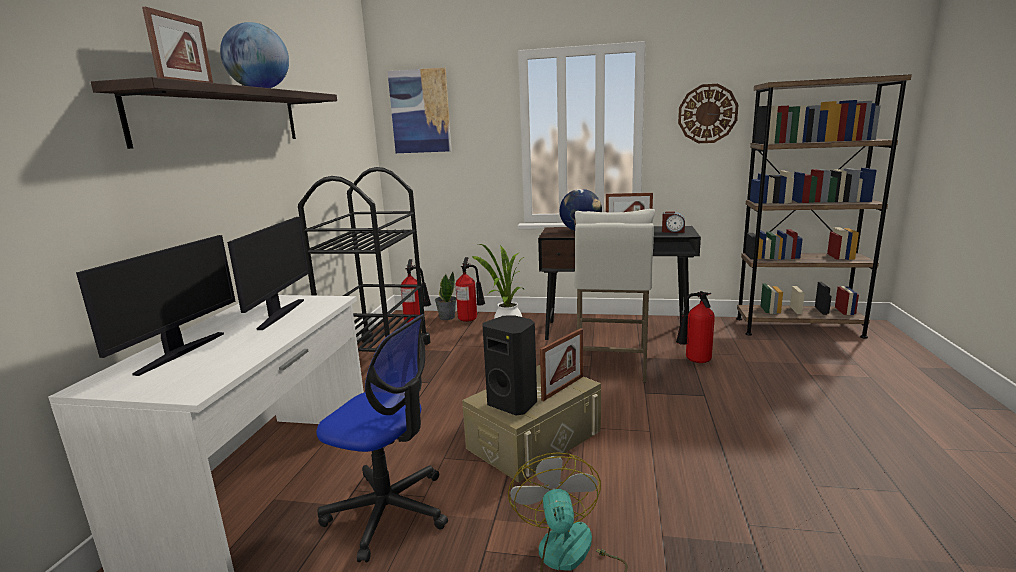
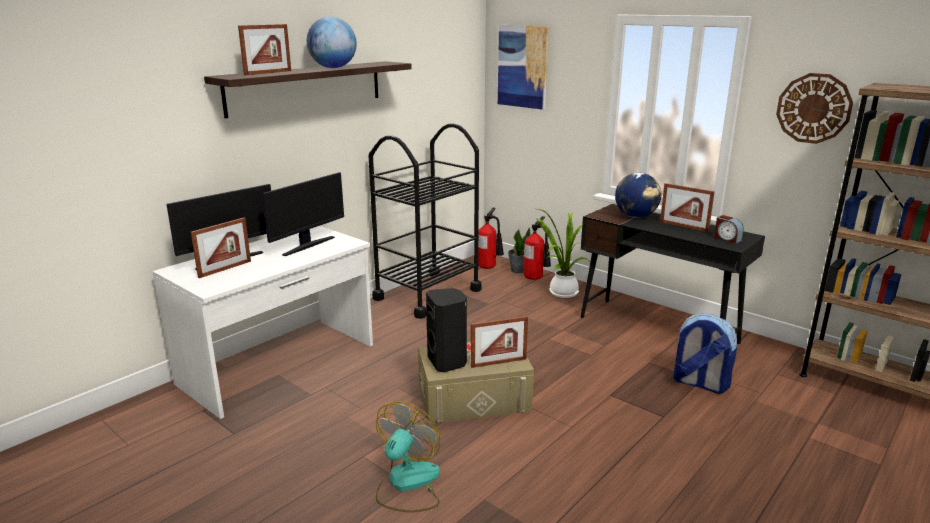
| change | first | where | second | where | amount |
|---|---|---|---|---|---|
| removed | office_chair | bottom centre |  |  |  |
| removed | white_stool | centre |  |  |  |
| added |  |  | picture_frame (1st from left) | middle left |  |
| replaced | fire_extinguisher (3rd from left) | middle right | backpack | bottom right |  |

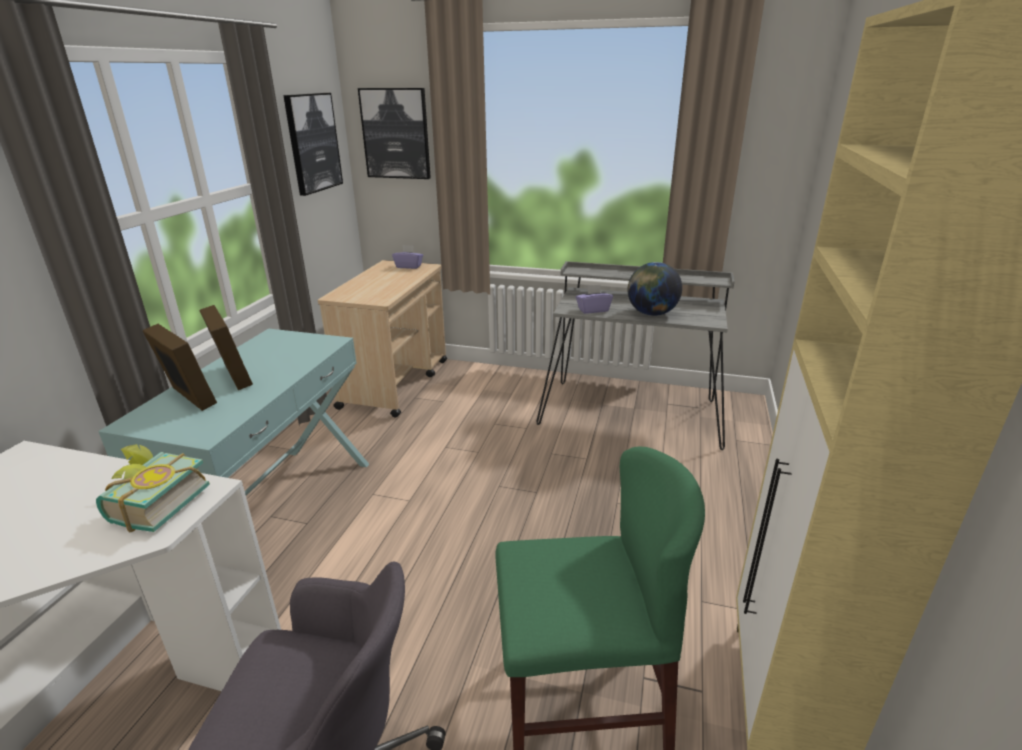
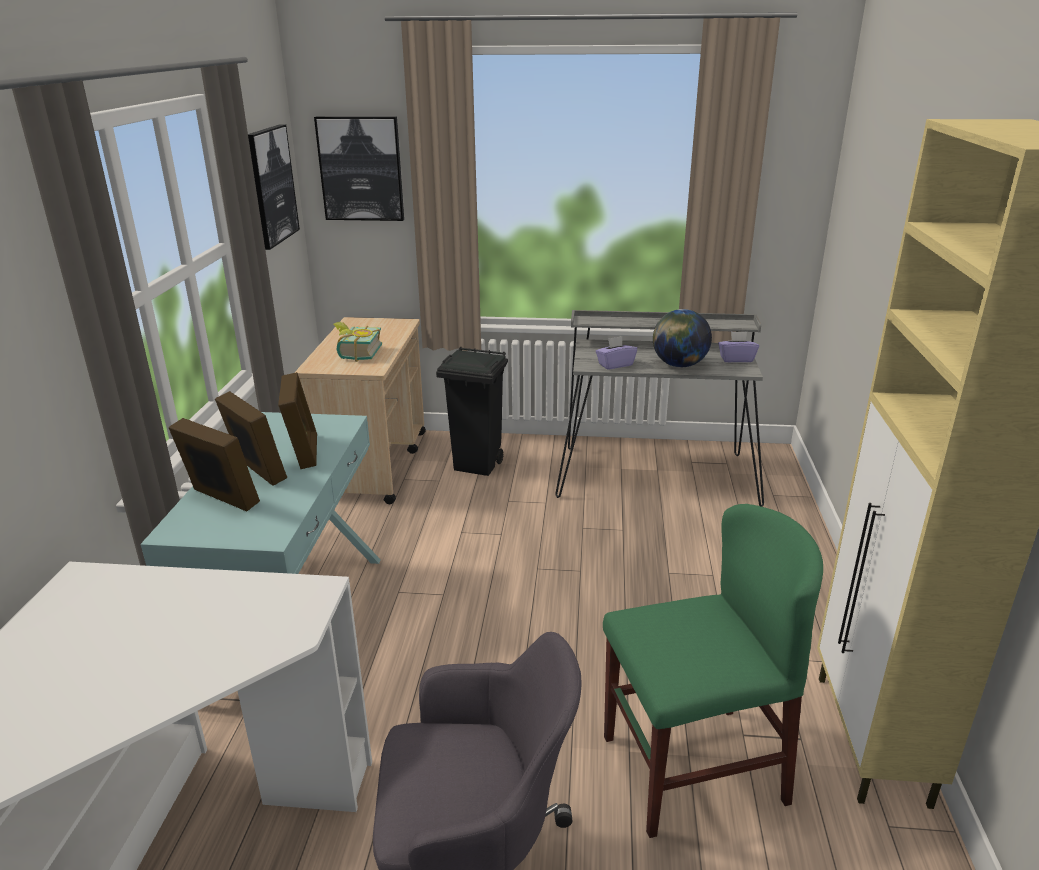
| change | first | where | second | where | amount |
|---|---|---|---|---|---|
| added |  |  | picture_frame (3rd from left) | middle left |  |
| added |  |  | black_trash_can | centre |  |
| moved | book | middle left |  | centre |  |
| moved | purple_tissue_box (1st from left in the first image) | centre | purple_tissue_box (2nd from left) | middle right |  |

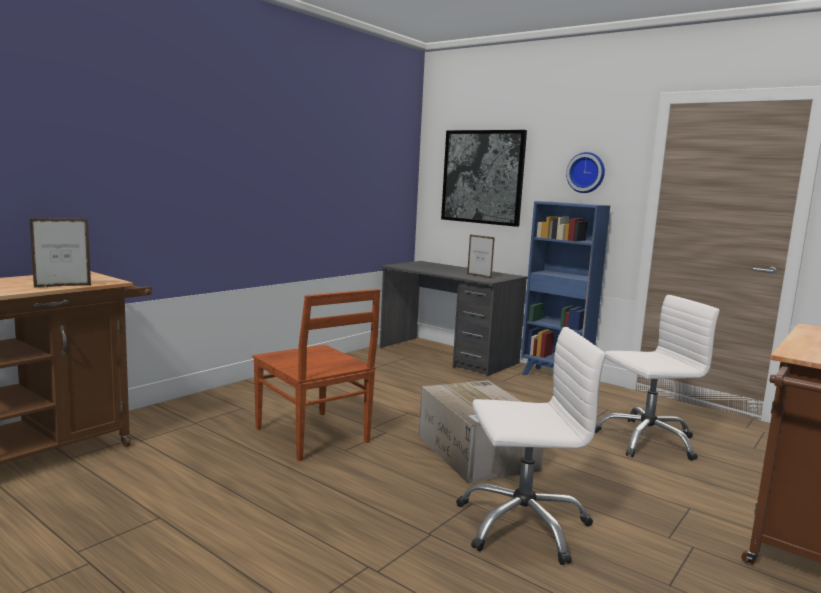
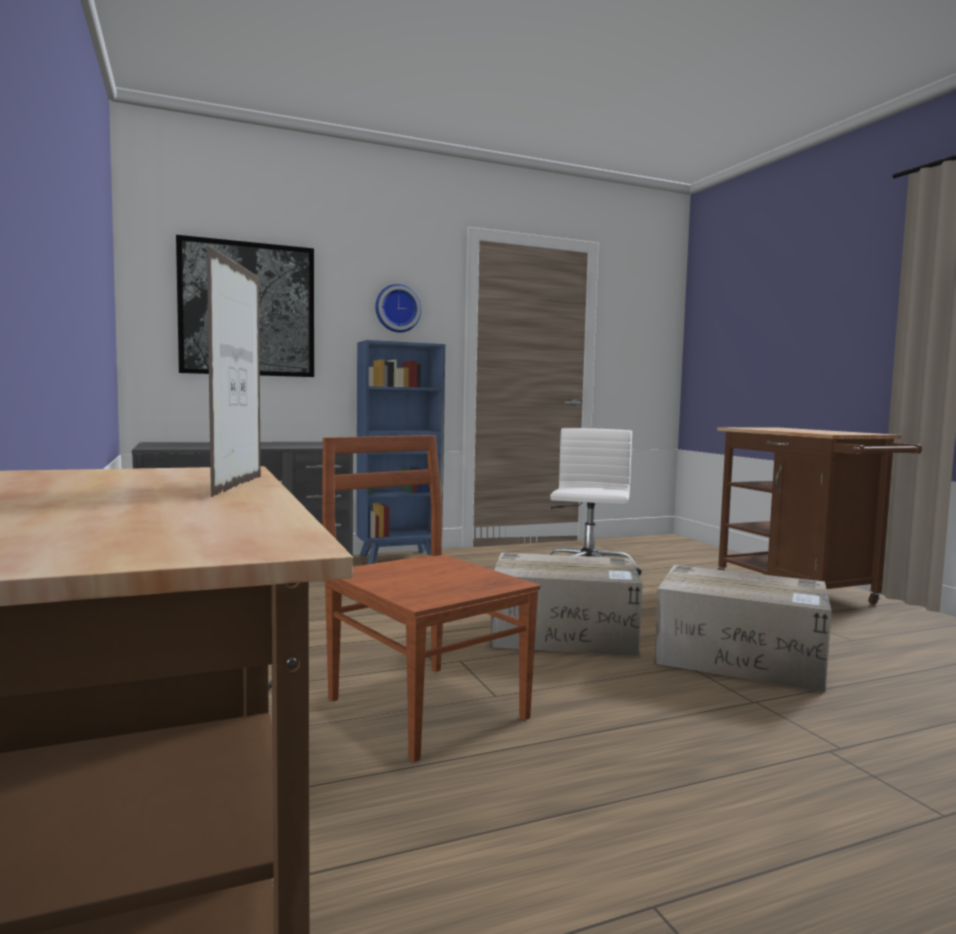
| change | first | where | second | where | amount |
|---|---|---|---|---|---|
| removed | picture_frame (2nd from left) | centre |  |  |  |
| replaced | white_office_chair (1st from left) | bottom centre | cardboard_box (2nd from left) | bottom right |  |
| turned | brown_chair | centre |  | centre | 120 degrees counterclockwise |

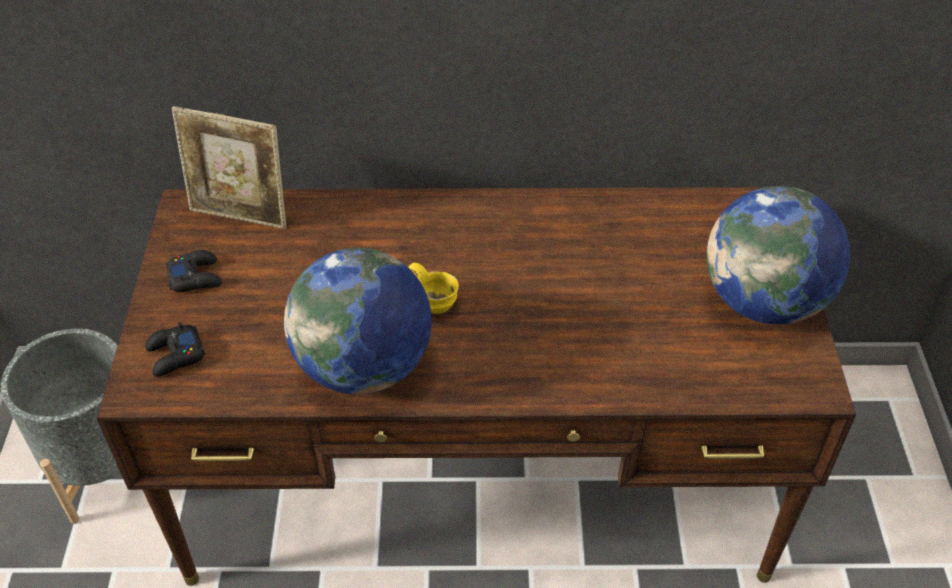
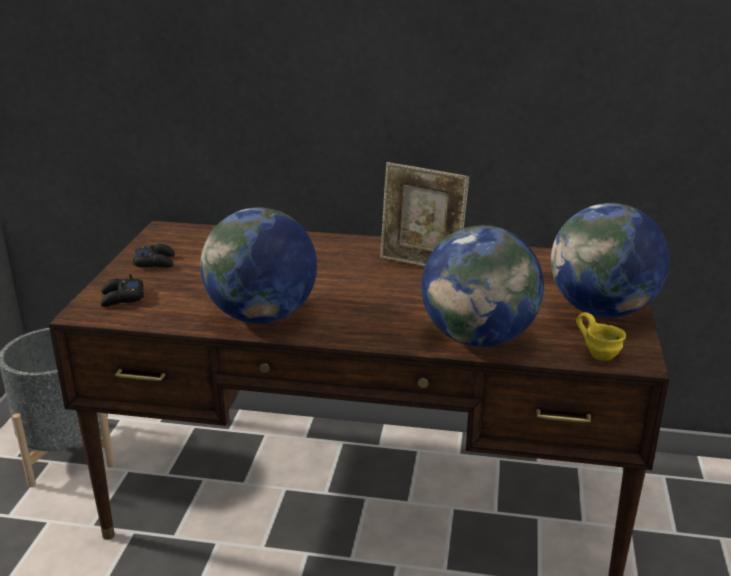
| change | first | where | second | where | amount |
|---|---|---|---|---|---|
| added |  |  | globe (2nd from left) | centre |  |
| moved | picture_frame | top left |  | centre |  |
| moved | yellow_mug | centre |  | middle right |  |

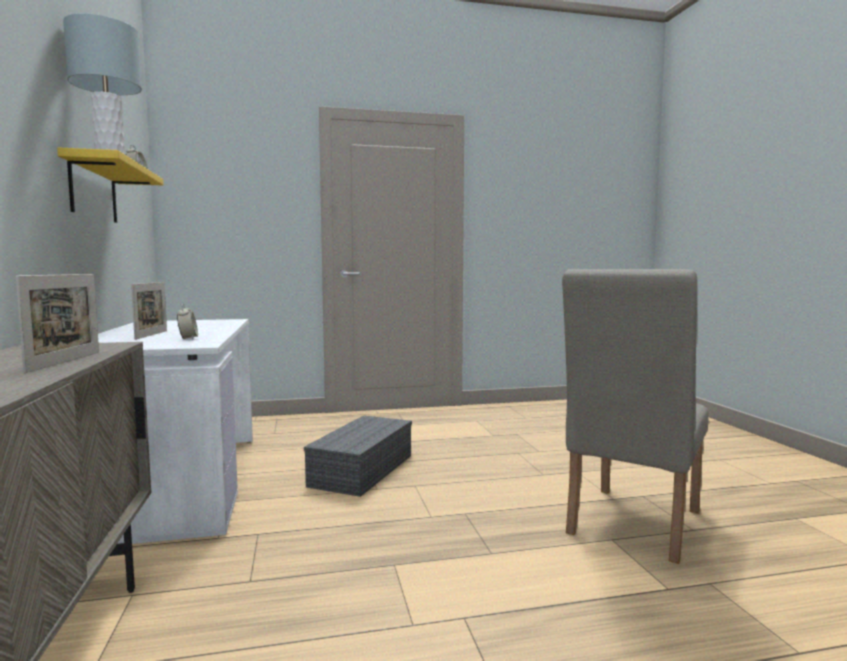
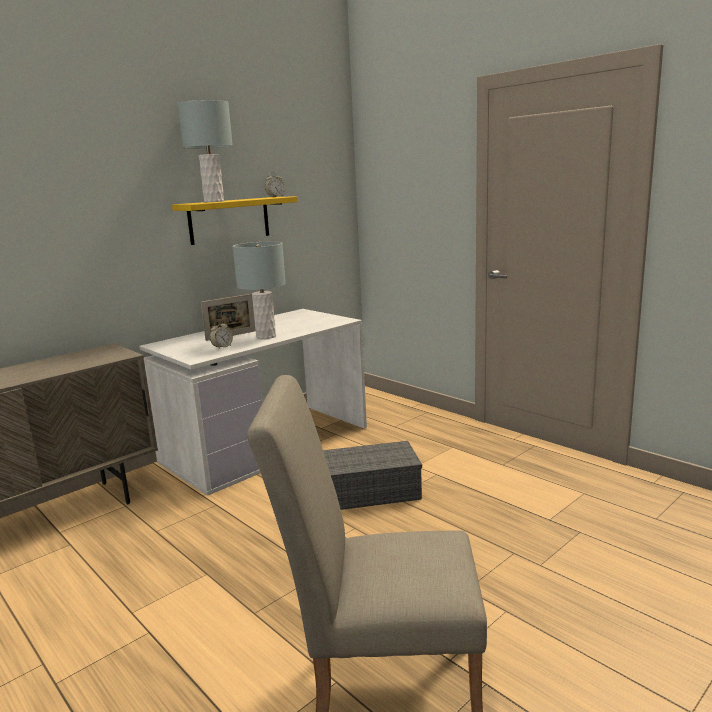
| change | first | where | second | where | amount |
|---|---|---|---|---|---|
| removed | picture_frame (1st from left) | middle left |  |  |  |
| added |  |  | grey_table_lamp (2nd from left) | centre |  |

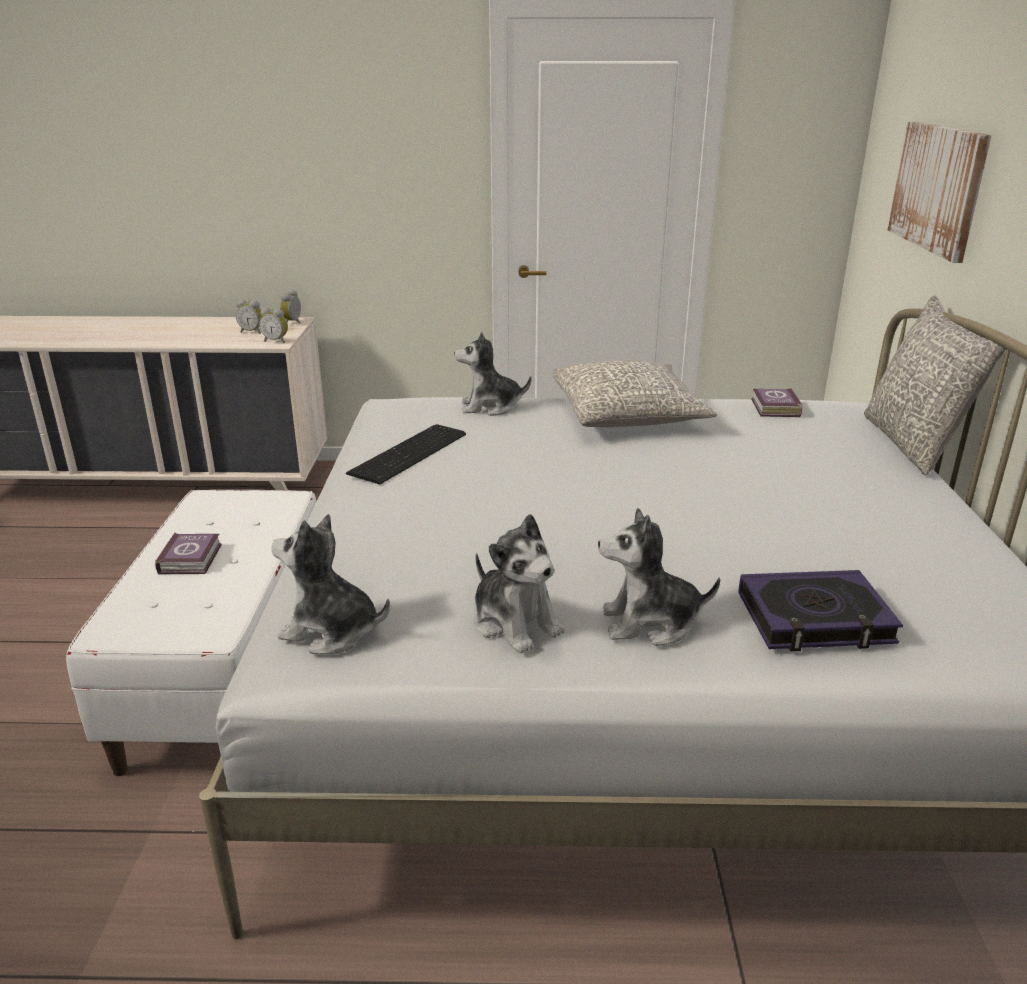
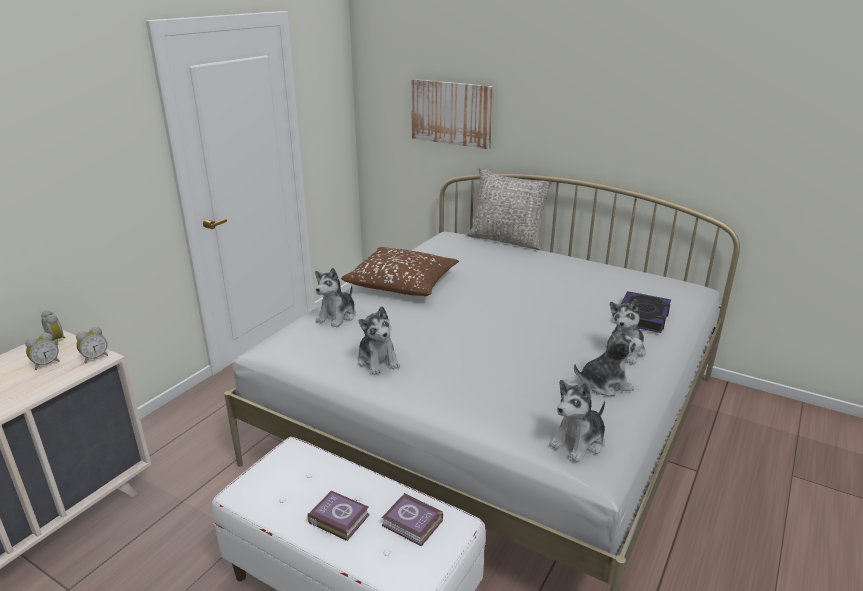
| change | first | where | second | where | amount |
|---|---|---|---|---|---|
| moved | book (2nd from left) | middle right |  | bottom centre |  |
| replaced | keyboard | centre | plush_toy (2nd from left) | centre |  |
| recoloured | grey_pillow (1st from left) | centre | brown_pillow | centre |  |

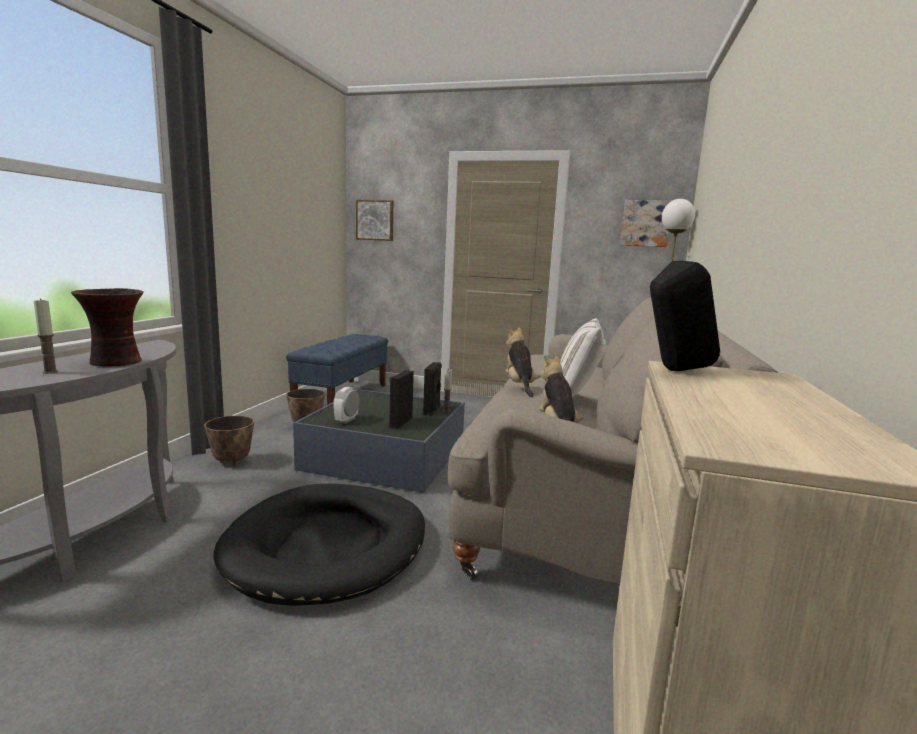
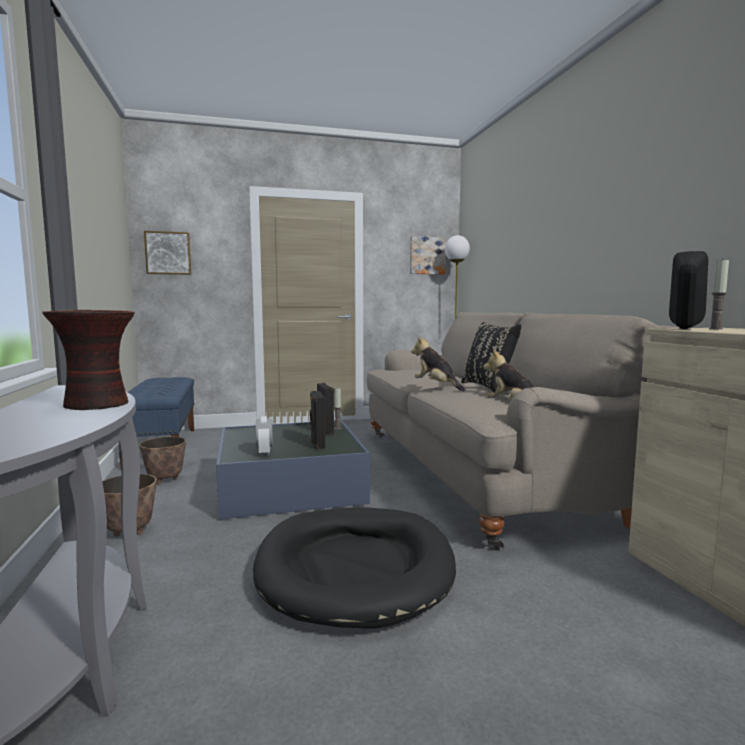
| change | first | where | second | where | amount |
|---|---|---|---|---|---|
| moved | candle (1st from left in the first image) | middle left | candle (2nd from left) | middle right |  |
| recoloured | white_pillow | centre | black_pillow | centre |  |

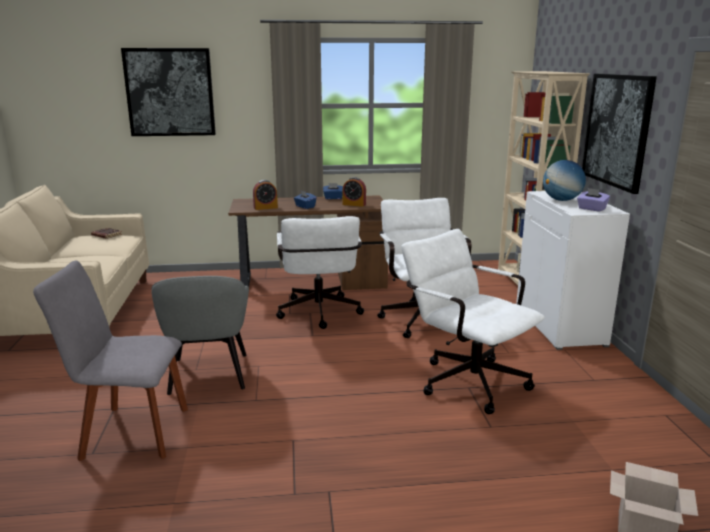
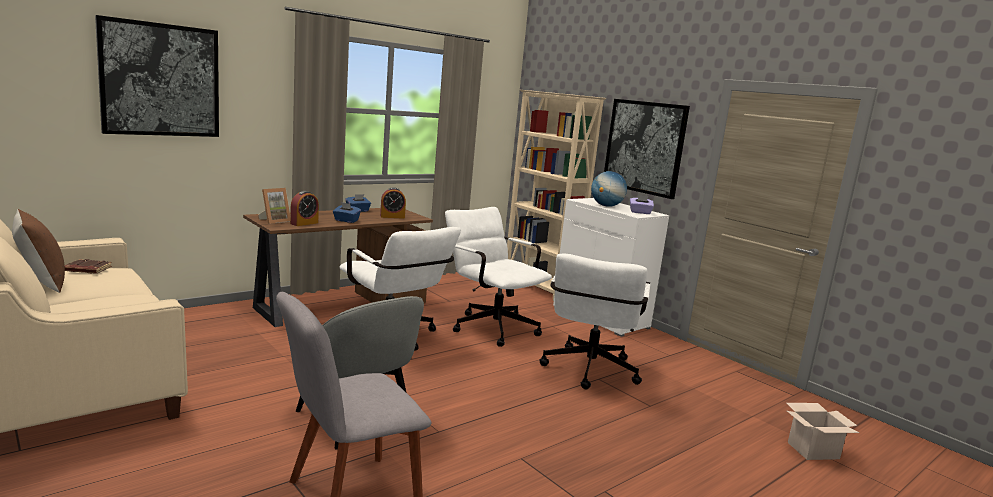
| change | first | where | second | where | amount |
|---|---|---|---|---|---|
| added |  |  | brown_pillow | middle left |  |
| added |  |  | picture_frame | middle left |  |
| turned | white_office_chair (3rd from left) | centre |  | centre | 90 degrees counterclockwise |

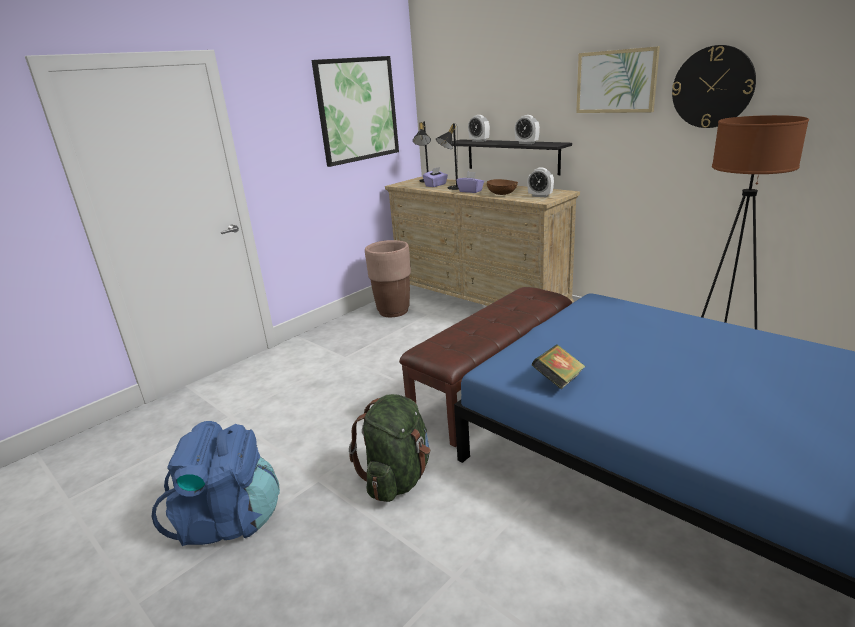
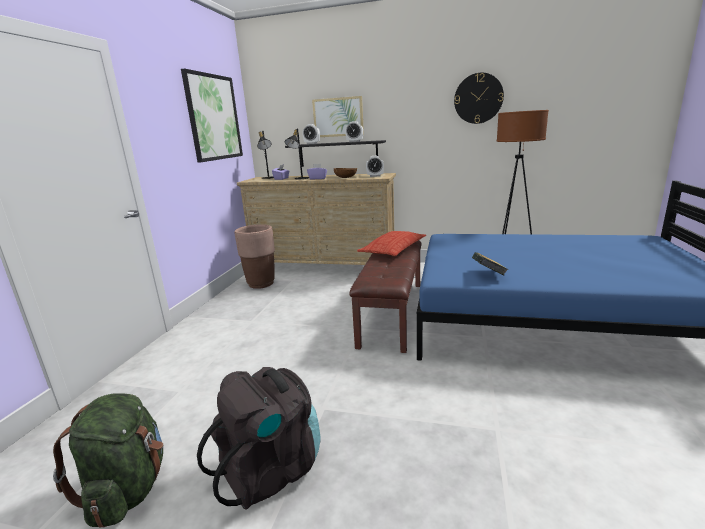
| change | first | where | second | where | amount |
|---|---|---|---|---|---|
| added |  |  | pillow | centre |  |
| moved | green_backpack | bottom centre |  | bottom left |  |
| moved | picture (2nd from left) | top right |  | top centre |  |
| recoloured | blue_backpack | bottom left | black_backpack | bottom centre |  |

